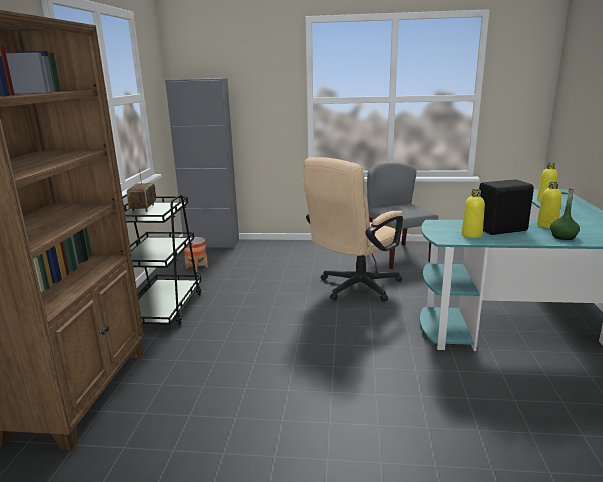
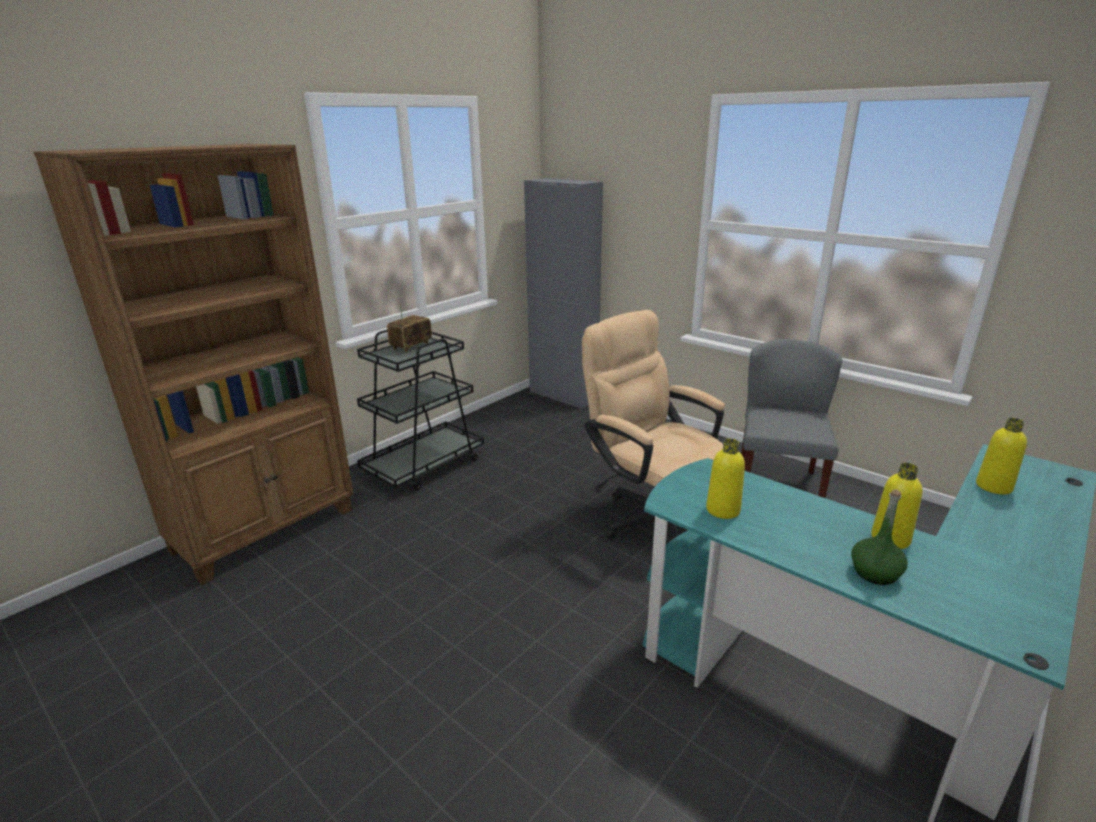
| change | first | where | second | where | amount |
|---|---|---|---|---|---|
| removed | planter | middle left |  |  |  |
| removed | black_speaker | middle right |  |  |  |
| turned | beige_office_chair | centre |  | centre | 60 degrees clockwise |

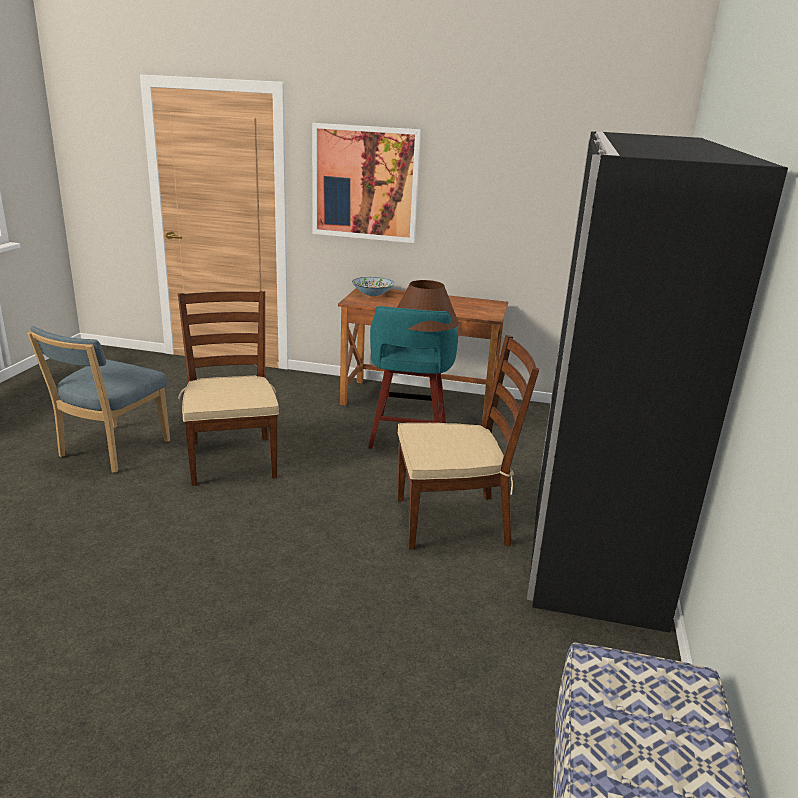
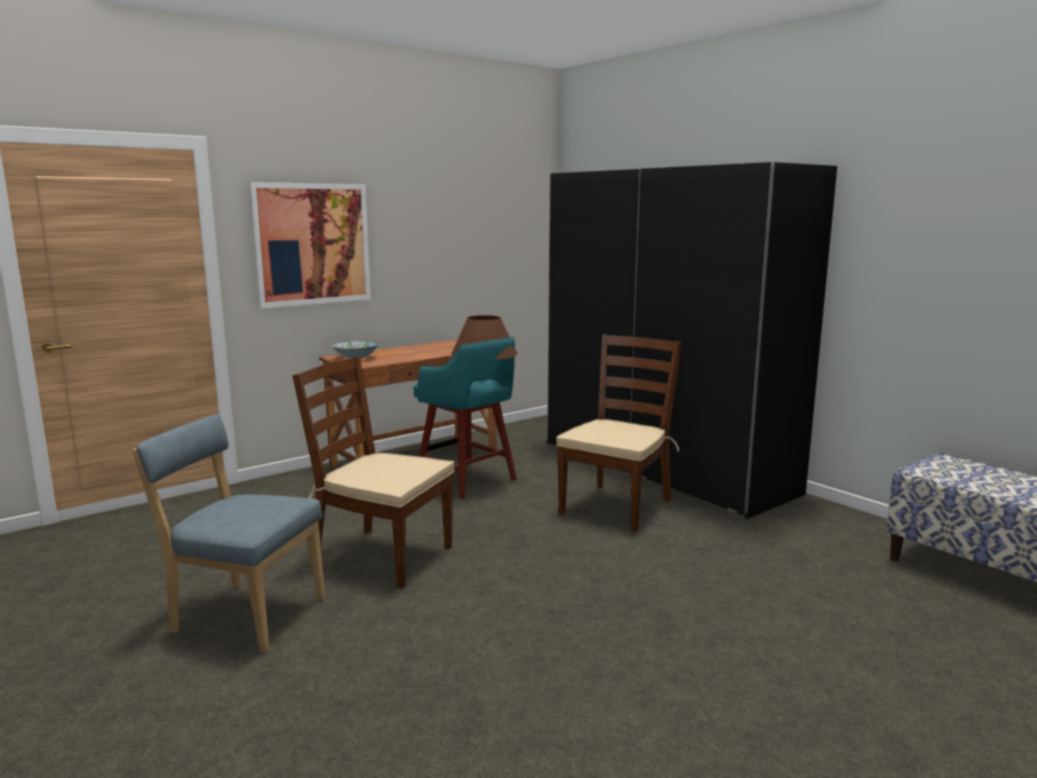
| change | first | where | second | where | amount |
|---|---|---|---|---|---|
| turned | blue_chair | middle left |  | bottom left | 135 degrees clockwise |

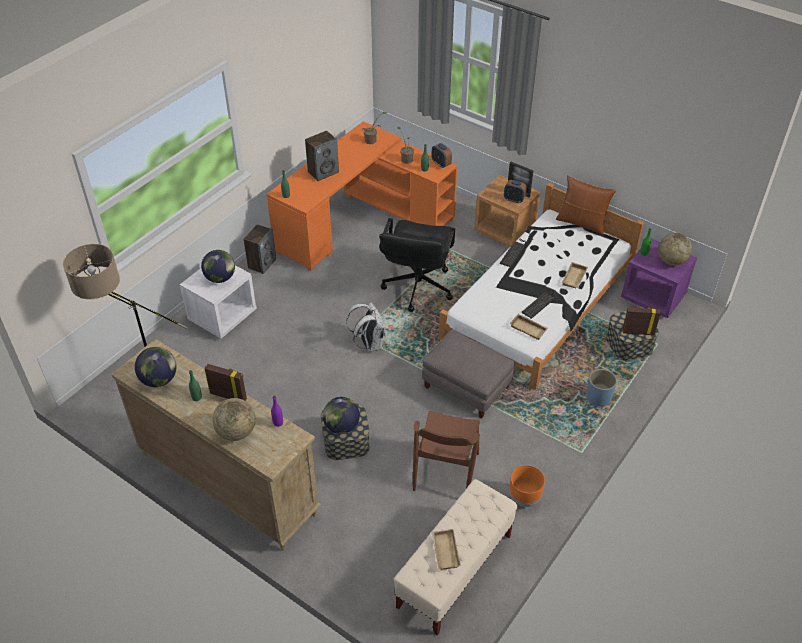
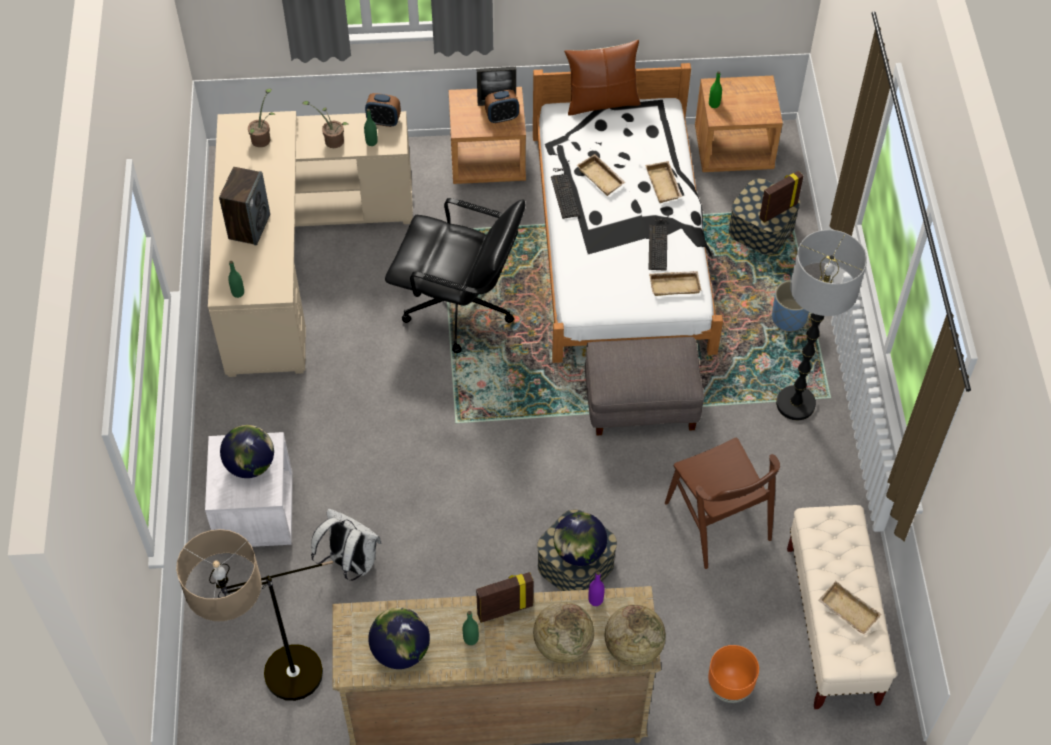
| change | first | where | second | where | amount |
|---|---|---|---|---|---|
| removed | speaker (1st from left) | middle left |  |  |  |
| added |  |  | beige_tray (1st from left) | top centre |  |
| added |  |  | floor_lamp (2nd from left) | middle right |  |
| moved | white_backpack | centre |  | bottom left |  |
| moved | orange_planter | bottom centre |  | bottom right |  |
| moved | globe (5th from left) | middle right |  | bottom centre |  |
| recoloured | orange_desk | top centre | beige_desk | top left |  |
| recoloured | purple_nightstand | middle right | brown_nightstand (2nd from left) | top right |  |
| turned | black_office_chair | centre |  | centre | 45 degrees counterclockwise |

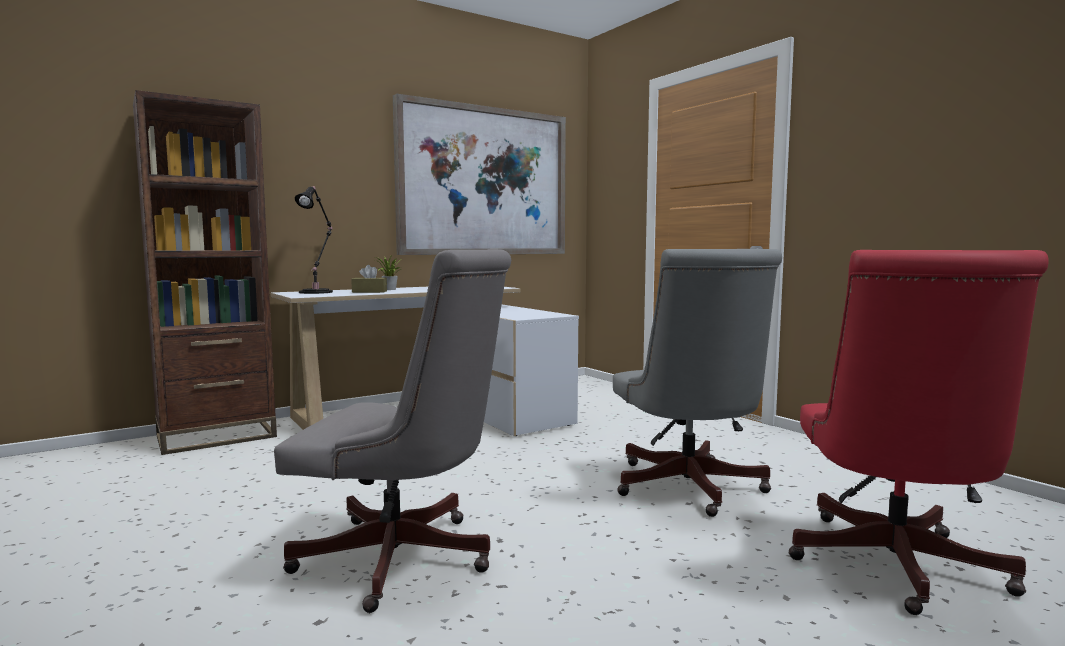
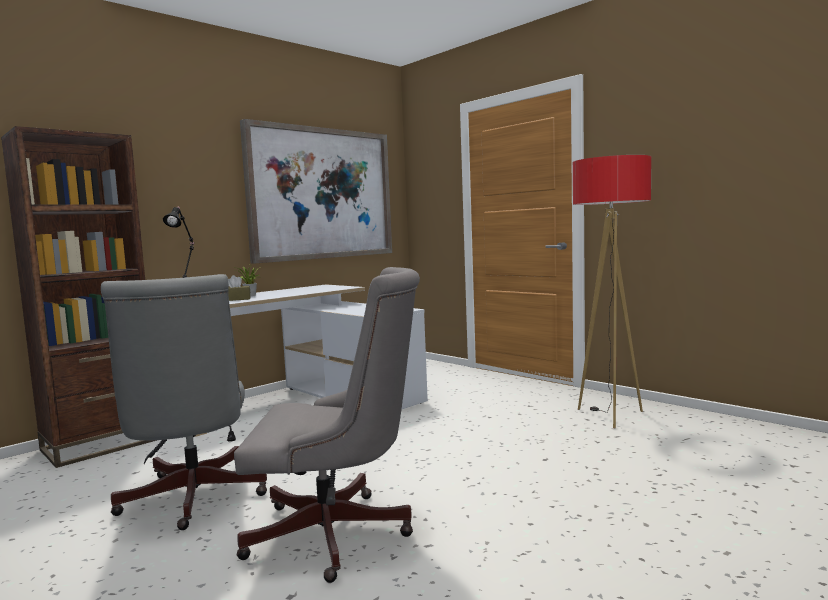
| change | first | where | second | where | amount |
|---|---|---|---|---|---|
| removed | red_office_chair | bottom right |  |  |  |
| added |  |  | floor_lamp | middle right |  |
| moved | grey_office_chair (2nd from left in the first image) | centre | grey_office_chair (1st from left) | bottom left |  |

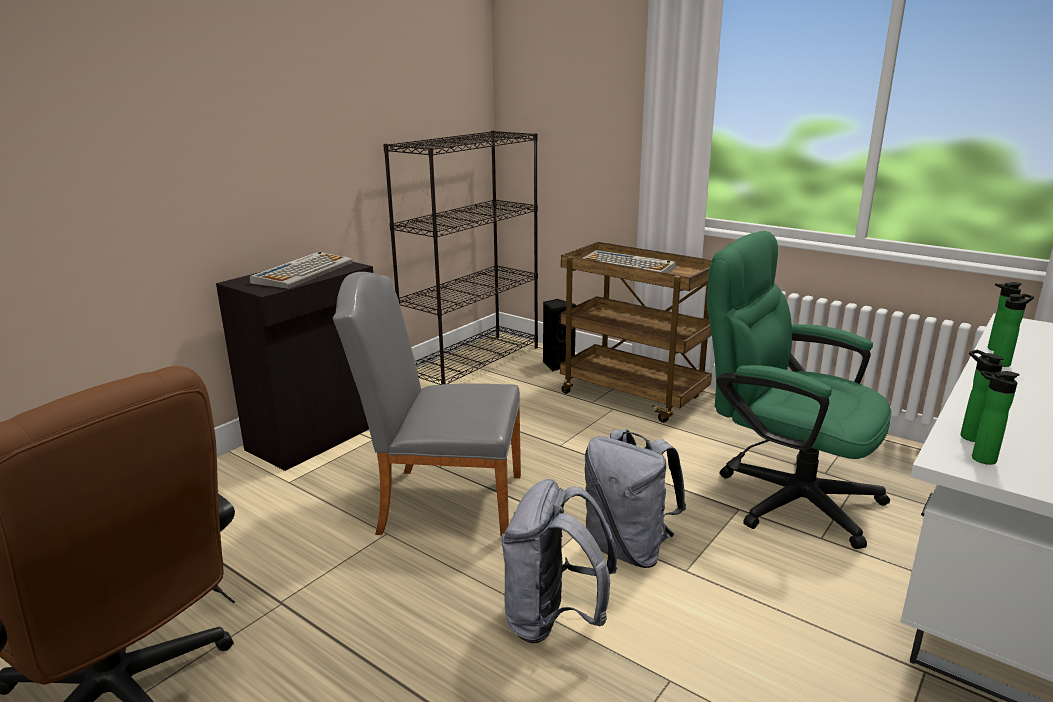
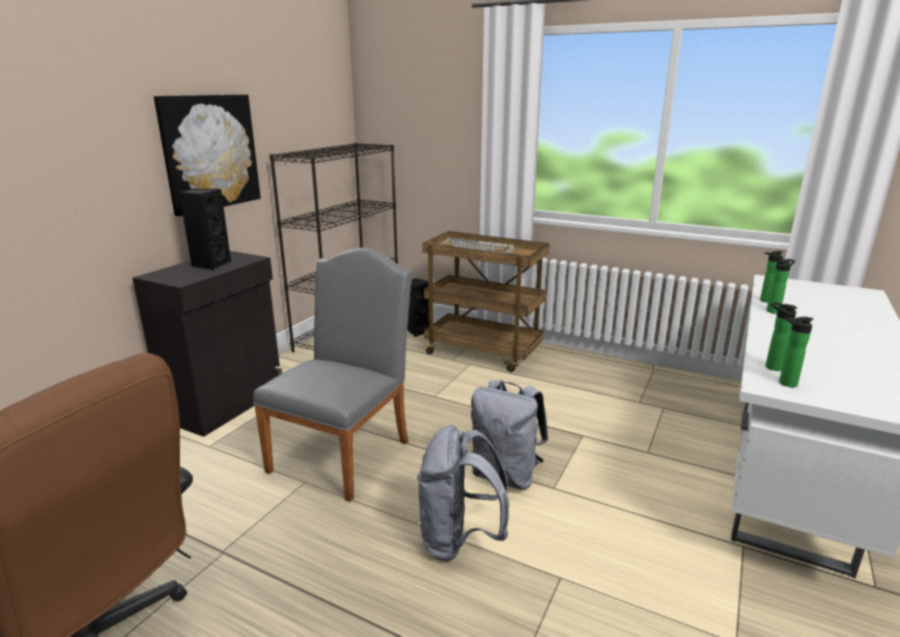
| change | first | where | second | where | amount |
|---|---|---|---|---|---|
| removed | green_office_chair | middle right |  |  |  |
| added |  |  | picture | top left |  |
| replaced | keyboard (1st from left) | middle left | black_speaker (1st from left) | middle left |  |
| turned | grey_chair | centre |  | centre | 120 degrees clockwise |

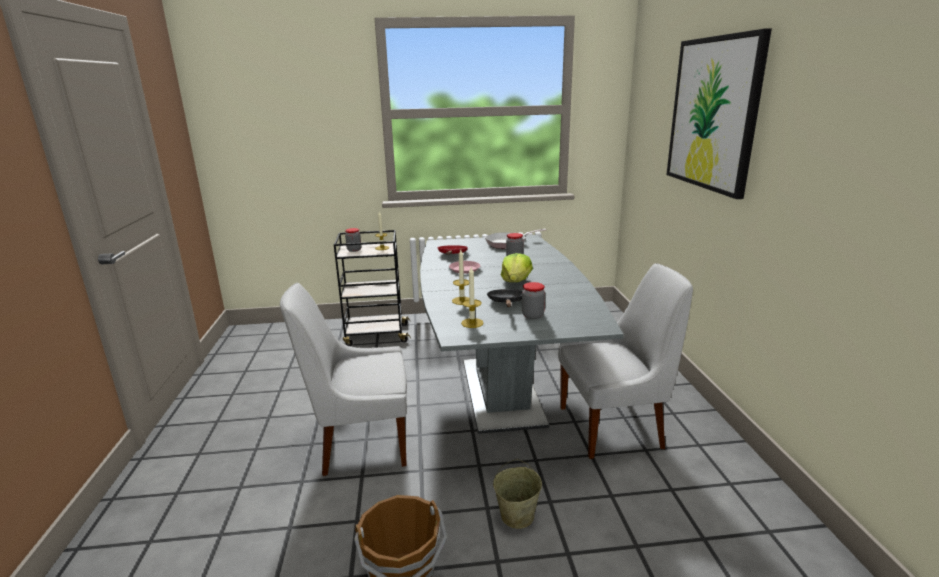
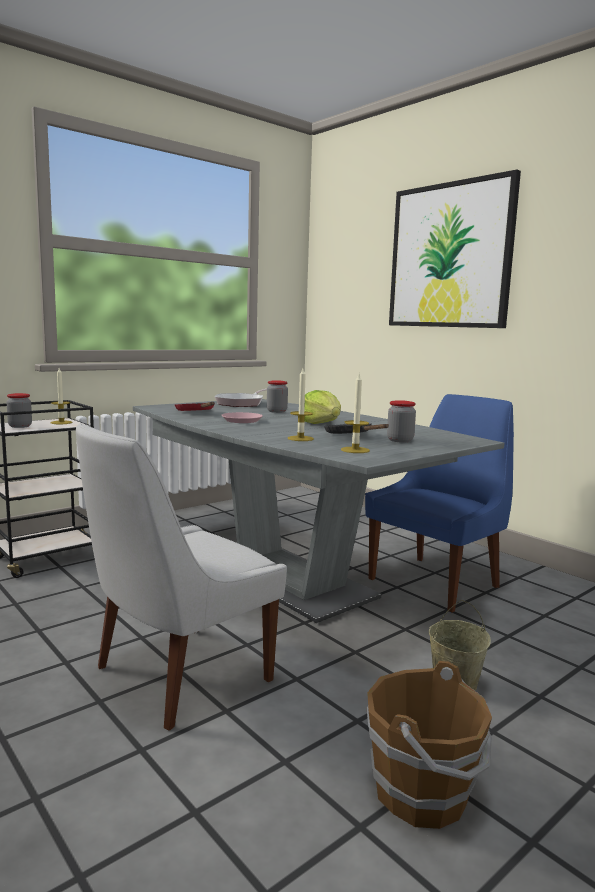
| change | first | where | second | where | amount |
|---|---|---|---|---|---|
| recoloured | white_chair (2nd from left) | centre | blue_chair | middle right |  |

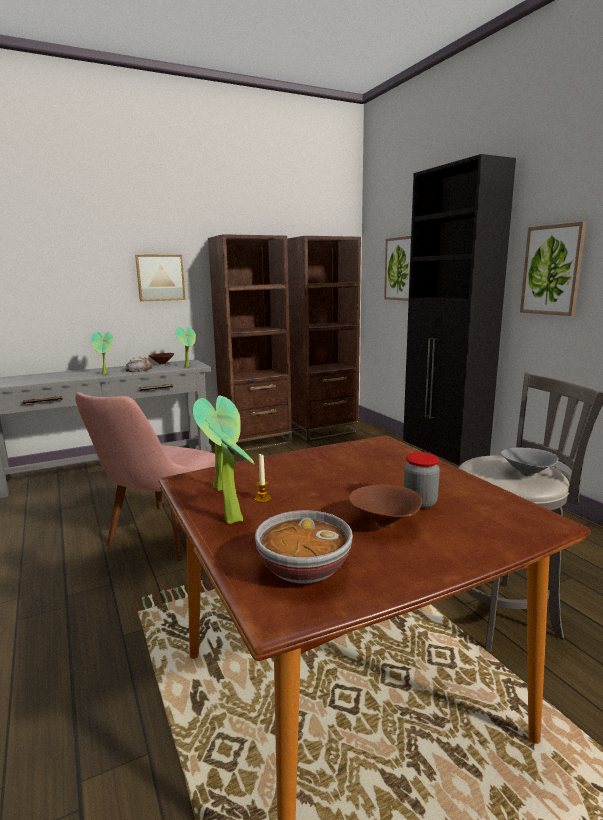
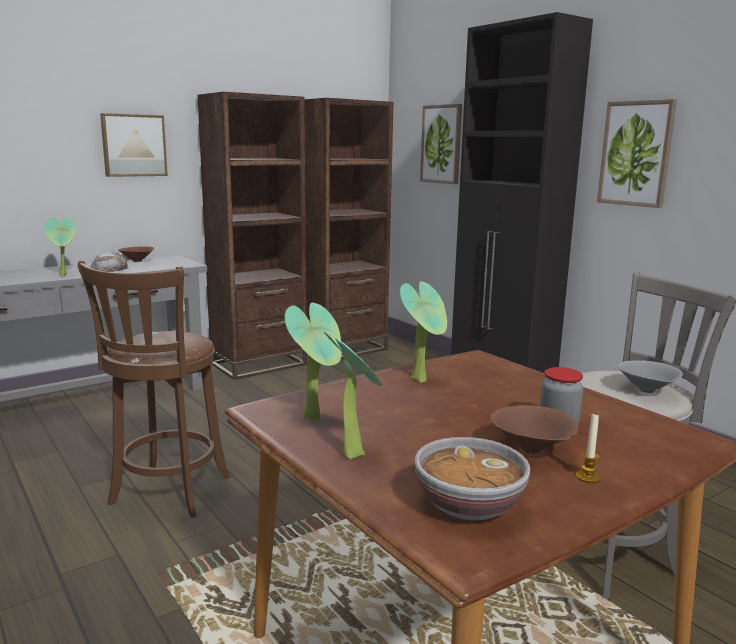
| change | first | where | second | where | amount |
|---|---|---|---|---|---|
| moved | potted_plant (2nd from left in the first image) | middle left | potted_plant (4th from left) | centre |  |
| moved | candle | centre |  | bottom right |  |
| replaced | pink_chair | middle left | brown_stool | middle left |  |

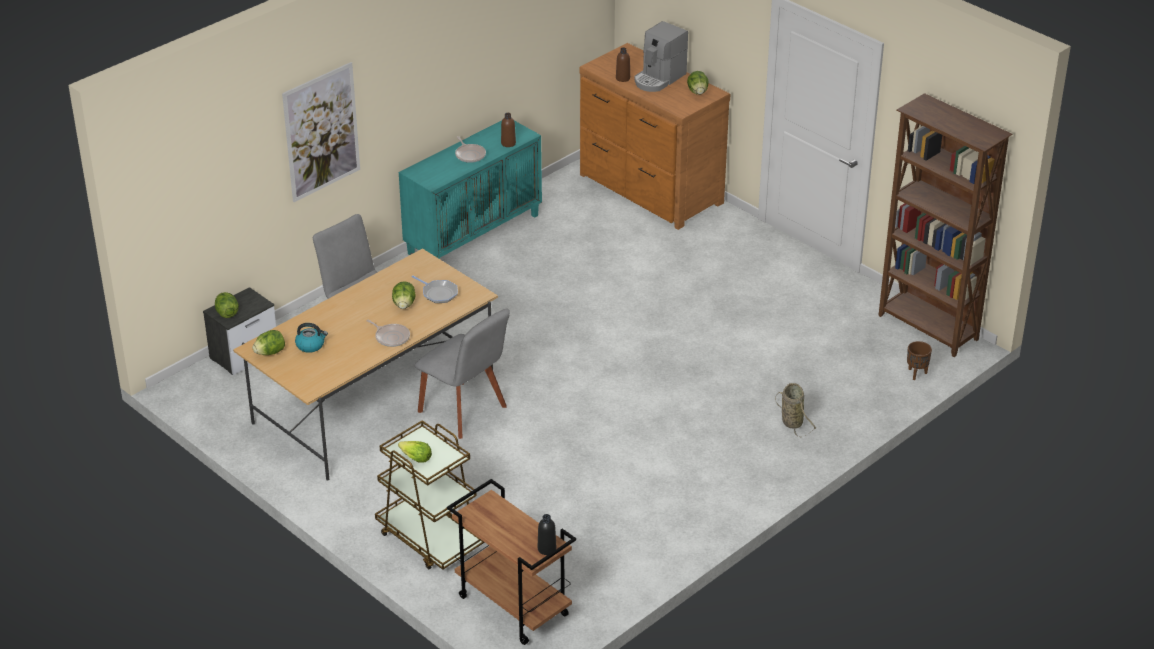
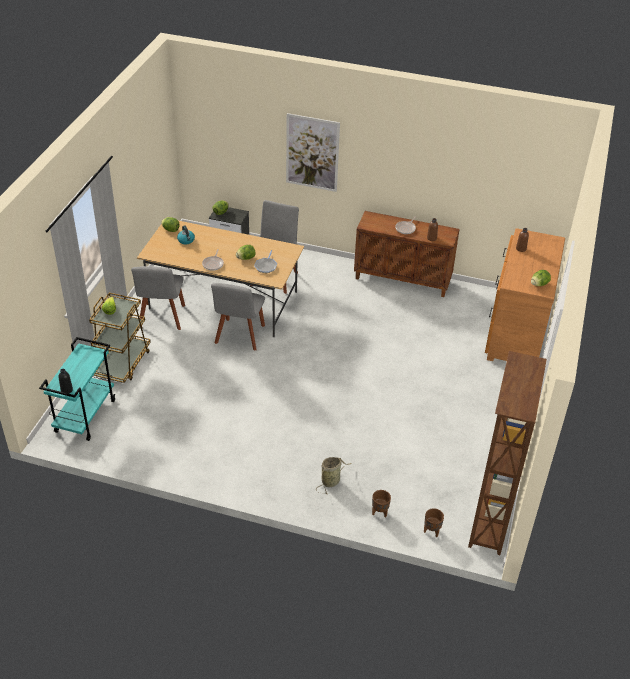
| change | first | where | second | where | amount |
|---|---|---|---|---|---|
| removed | coffee_machine | top centre |  |  |  |
| added |  |  | grey_chair (1st from left) | middle left |  |
| added |  |  | brown_planter (1st from left) | bottom centre |  |
| recoloured | turquoise_cabinet | top centre | brown_cabinet | centre |  |
| recoloured | brown_cart (2nd from left) | bottom centre | turquoise_cart | middle left |  |

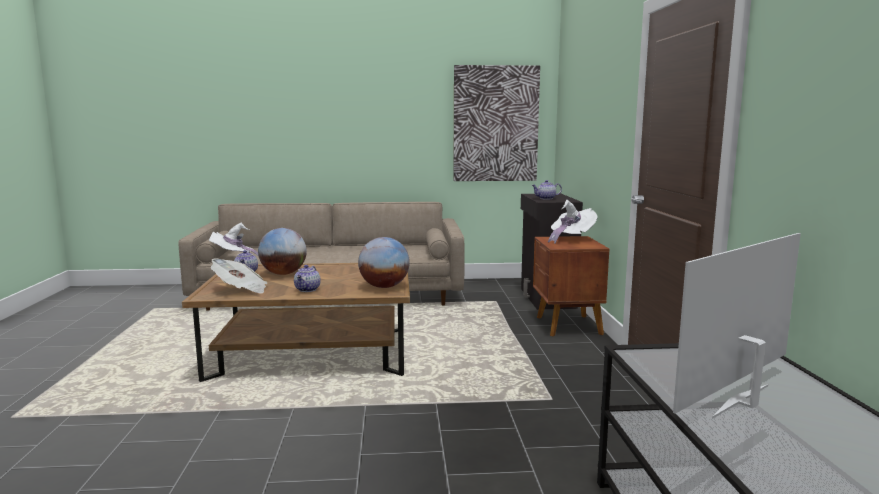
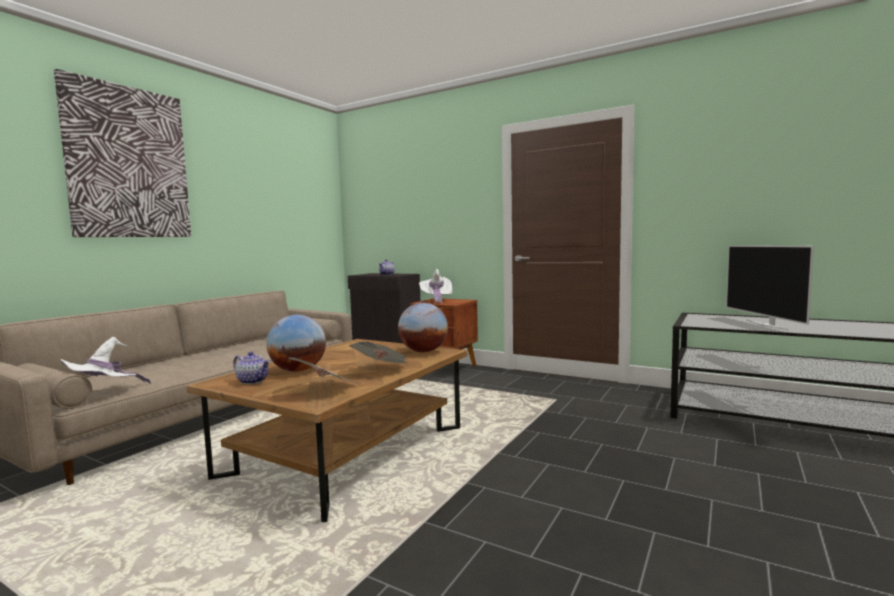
| change | first | where | second | where | amount |
|---|---|---|---|---|---|
| moved | picture | top centre |  | top left |  |
| replaced | teapot (2nd from left) | centre | newspaper (2nd from left) | centre |  |

